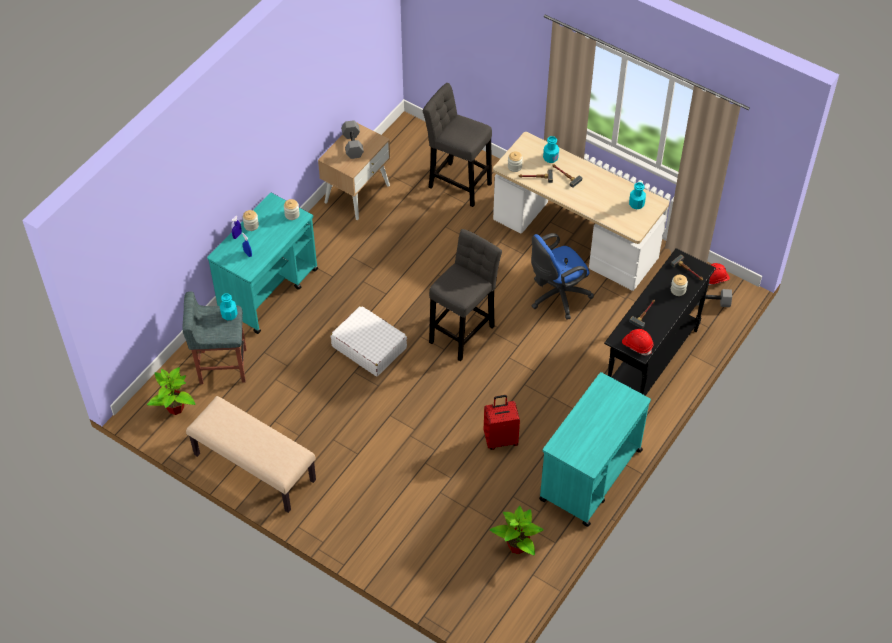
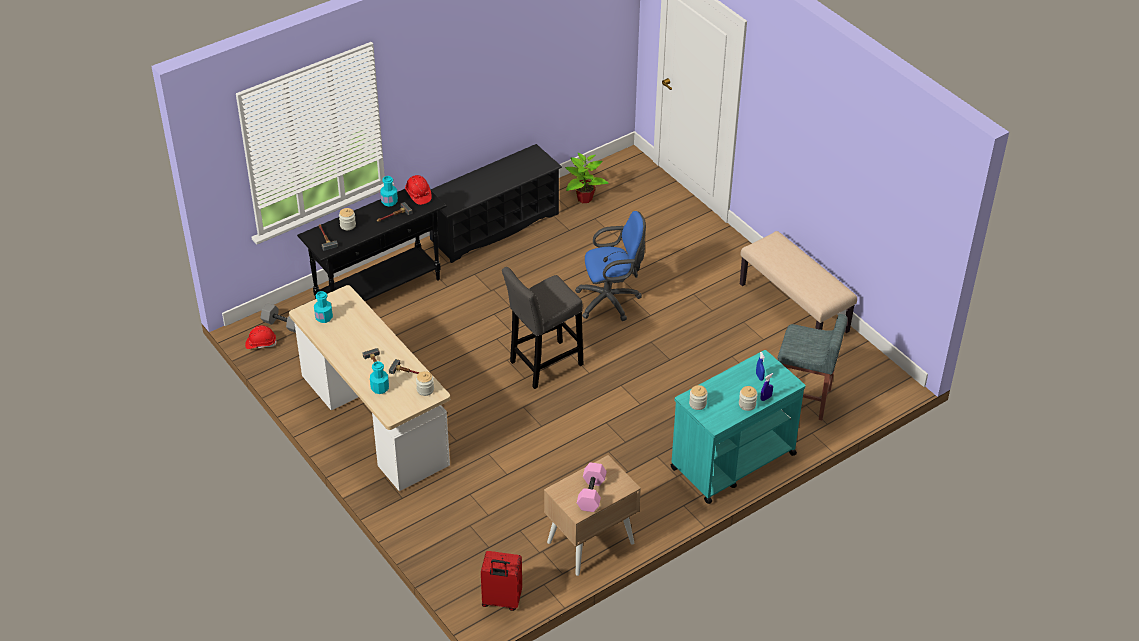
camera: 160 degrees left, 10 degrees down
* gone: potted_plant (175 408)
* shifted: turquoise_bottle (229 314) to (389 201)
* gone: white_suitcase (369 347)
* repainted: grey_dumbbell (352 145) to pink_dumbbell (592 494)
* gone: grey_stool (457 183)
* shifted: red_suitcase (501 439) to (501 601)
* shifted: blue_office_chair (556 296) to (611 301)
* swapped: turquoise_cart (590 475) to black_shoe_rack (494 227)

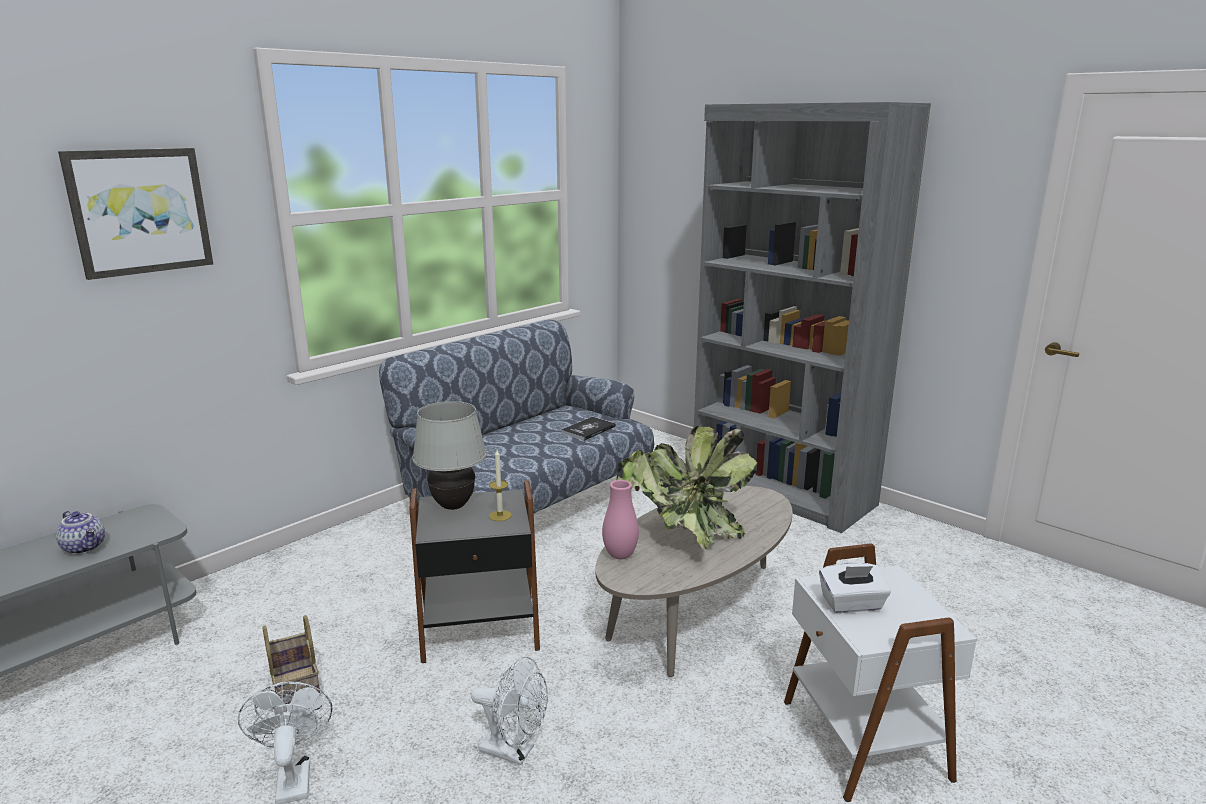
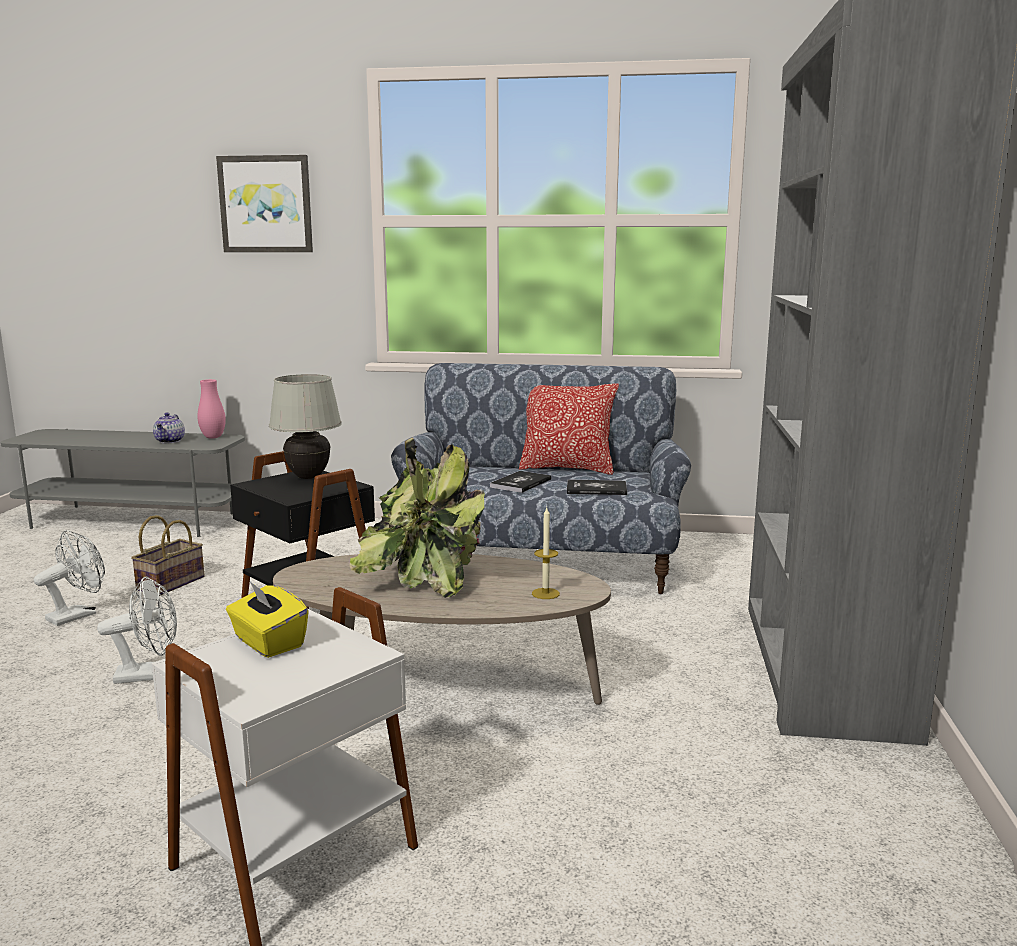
camera: 55 degrees right, 5 degrees down
* rotated: white_fan (514 751) = (149 675) 90 degrees counterclockwise
* shifted: candle (500 515) to (545 593)
* shifted: pink_vase (620 555) to (213 437)
* repainted: white_tissue_box (852 604) to yellow_tissue_box (268 643)
* new: book (521 483)
* new: pillow (567 469)

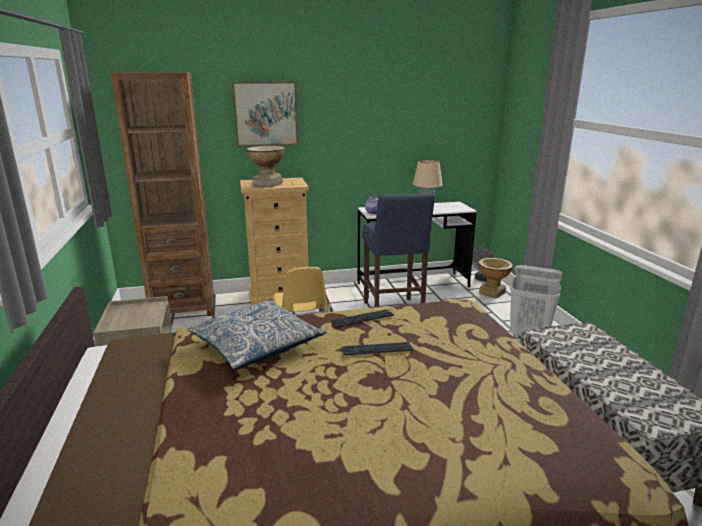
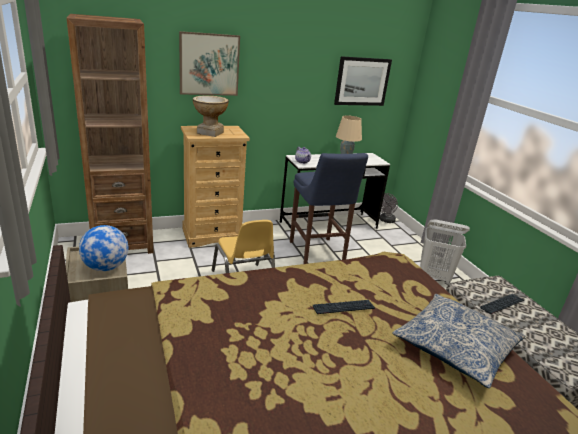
camera: 10 degrees left, 5 degrees up
* shifted: pillow (256 345) to (455 347)
* shifted: keyboard (362 319) to (502 304)
* gone: vase (492 293)
* new: globe (106 267)
* new: picture (362 81)

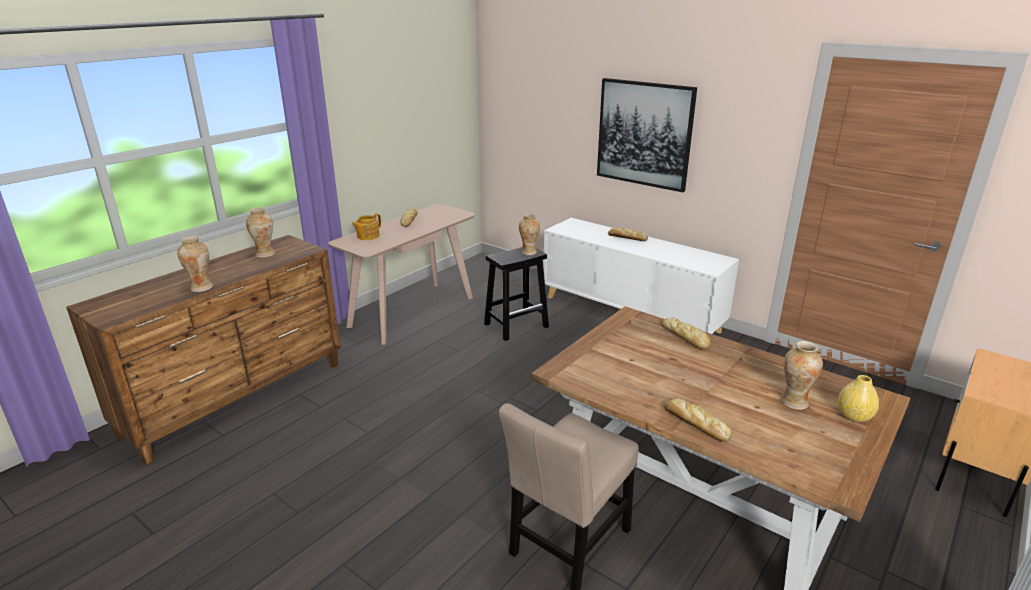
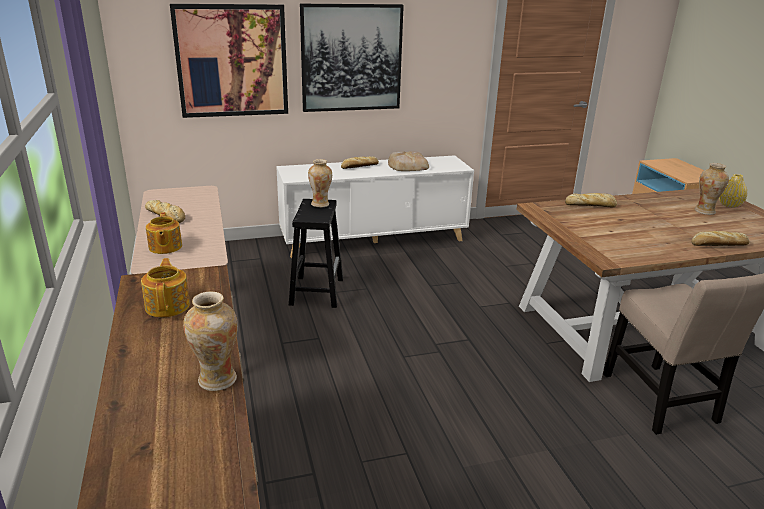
camera: 55 degrees left, 0 degrees up
* swapped: vase (265 254) to teapot (168 305)
* new: picture (232 61)
* new: bread (407 165)

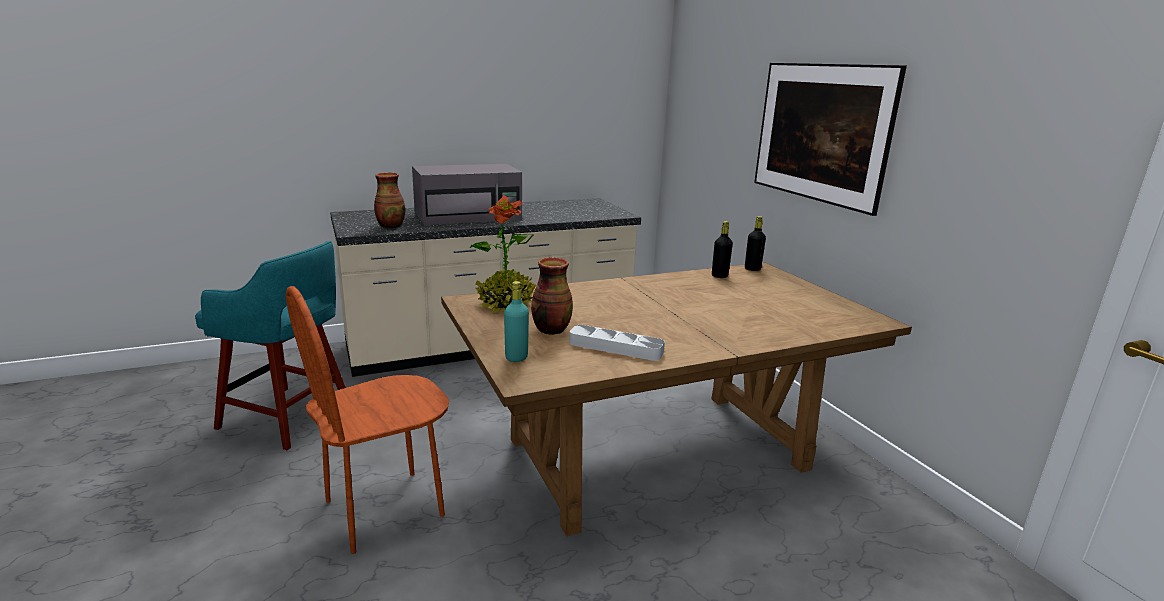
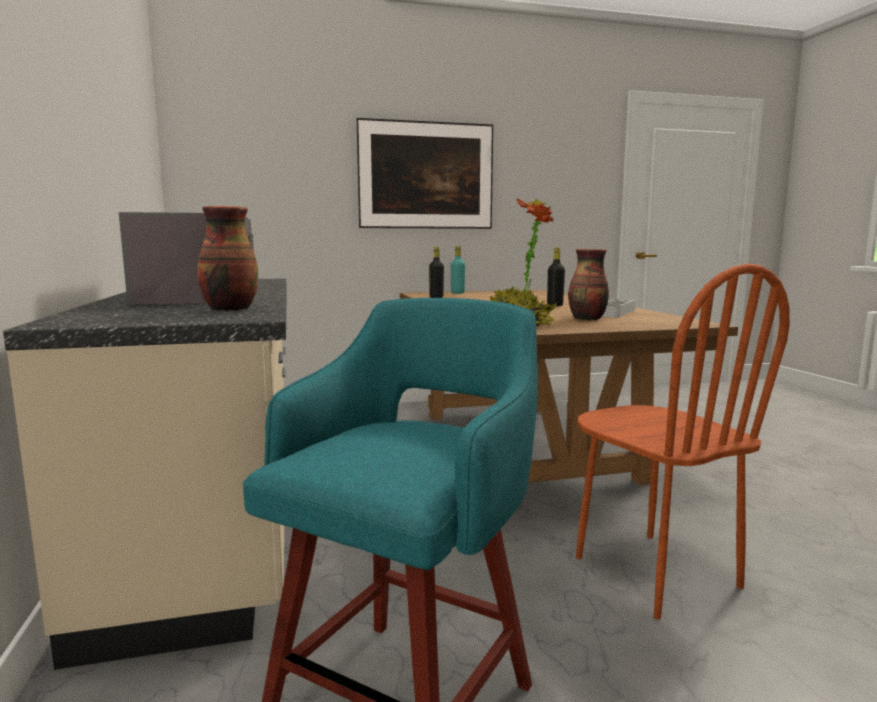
camera: 80 degrees left, 10 degrees down
* shifted: turquoise_bottle (516 357) to (457 293)
* shifted: black_bottle (752 269) to (555 305)

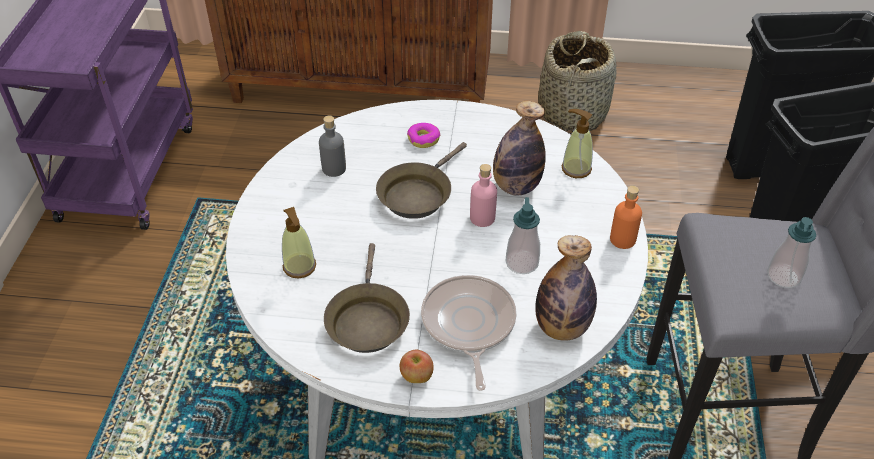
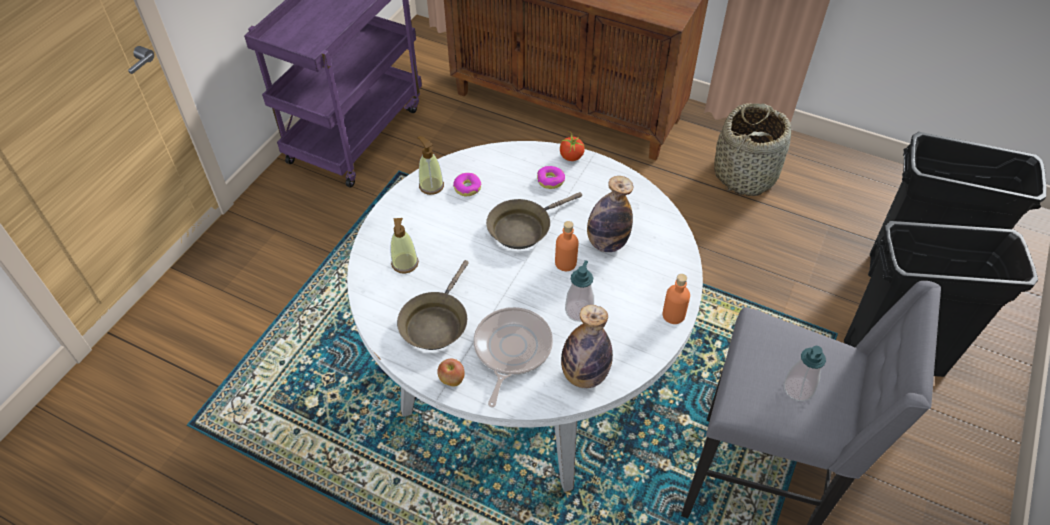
camera: 20 degrees right, 5 degrees up
* swapped: grey_bottle (334 168) to donut (467 188)
* repainted: pink_bottle (482 218) to orange_bottle (565 263)
* shifted: soap_dispenser (576 168) to (431 186)
* new: tomato (571 156)

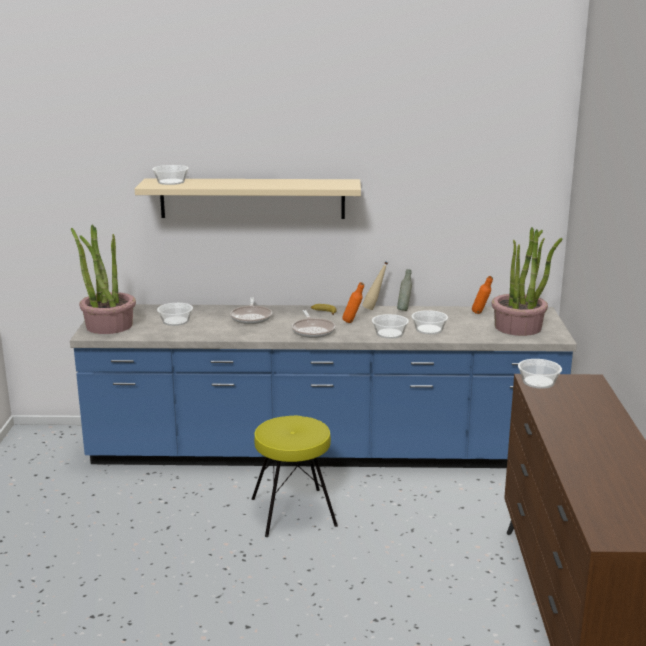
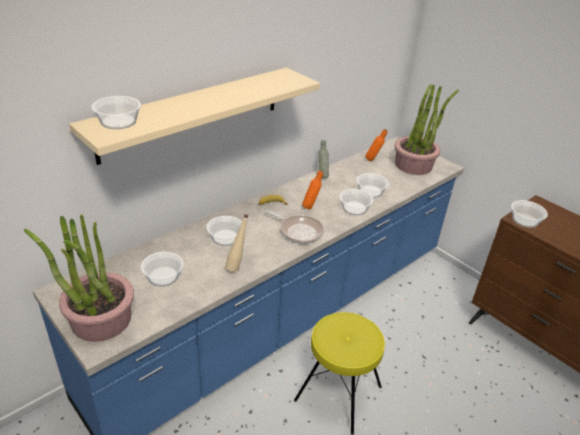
camera: 45 degrees left, 15 degrees up
* swapped: frying_pan (251 317) to bowl (225 237)
* shifted: beige_bottle (374 308) to (237 265)

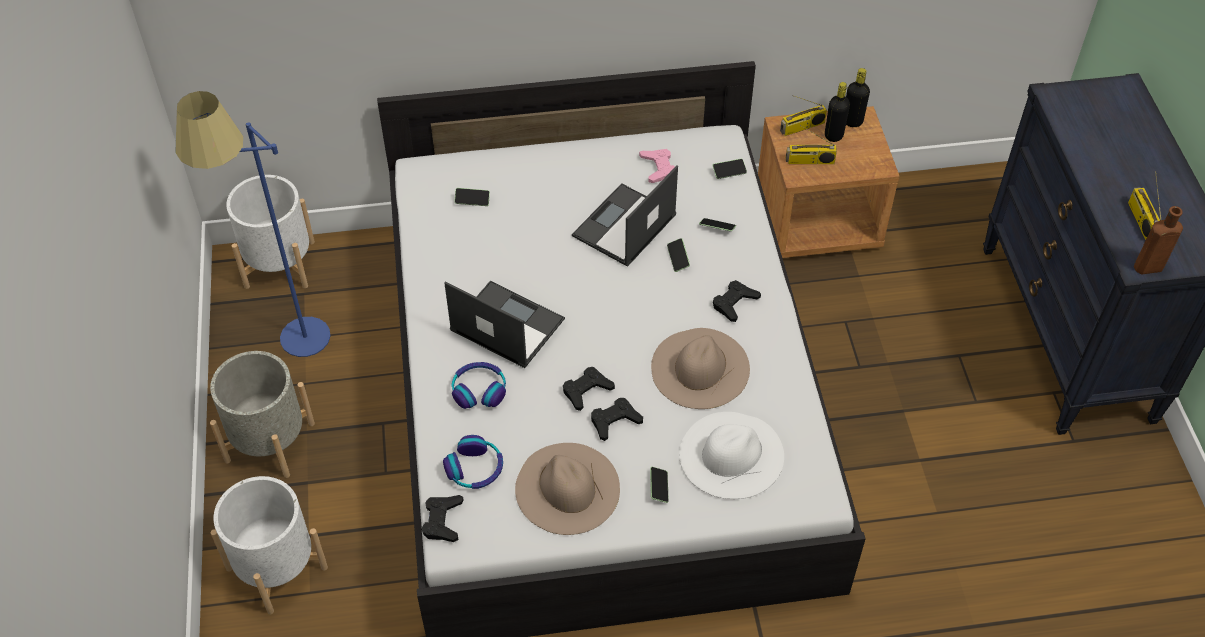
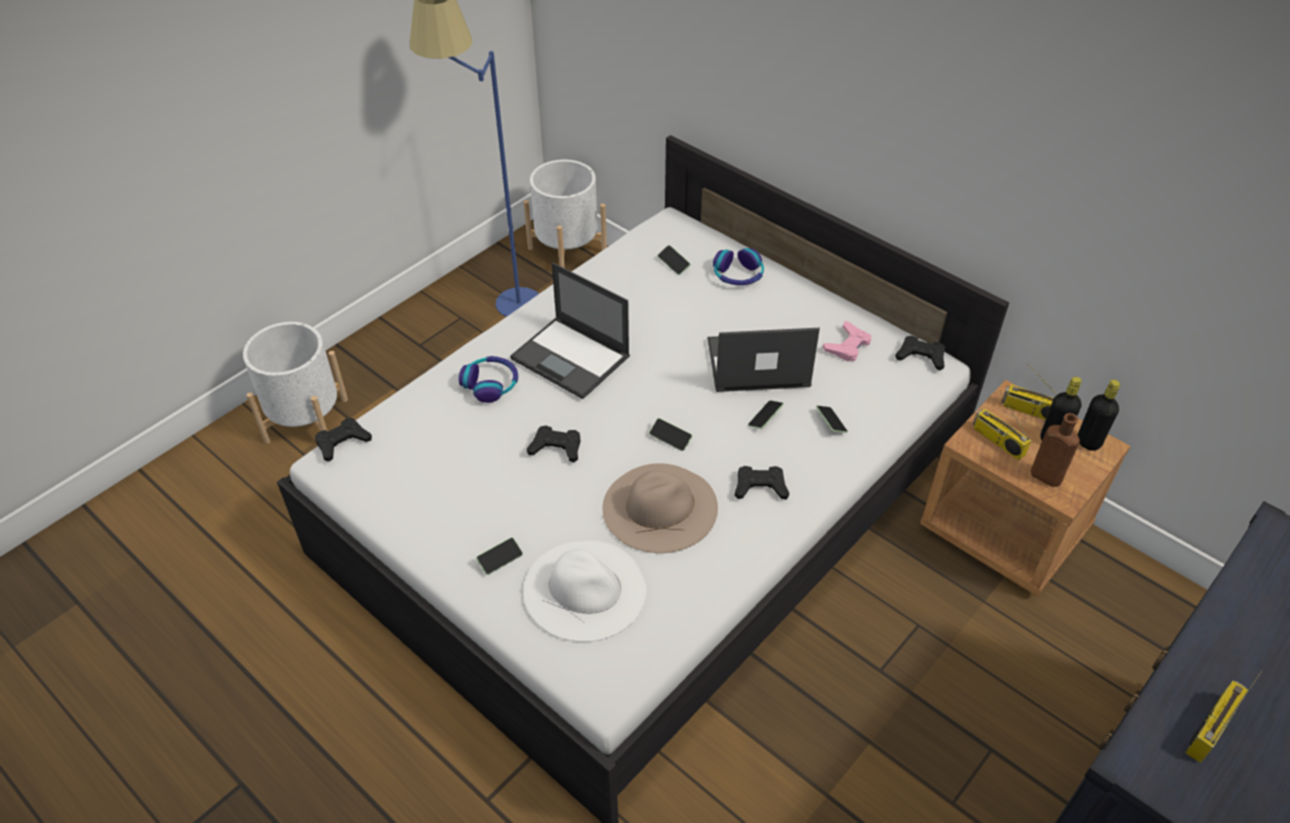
camera: 50 degrees right, 5 degrees down
* gone: grey_planter (270 442)
* shifted: headphones (475 469) to (738 275)
* rotated: laptop (505 324) = (571 358) 135 degrees clockwise
* gone: beige_hat (567 488)
* shifted: black_game_controller (615 421) to (921 356)
* shifted: phone (729 172) to (670 438)
* shifted: brown_bottle (1146 267) to (1043 475)

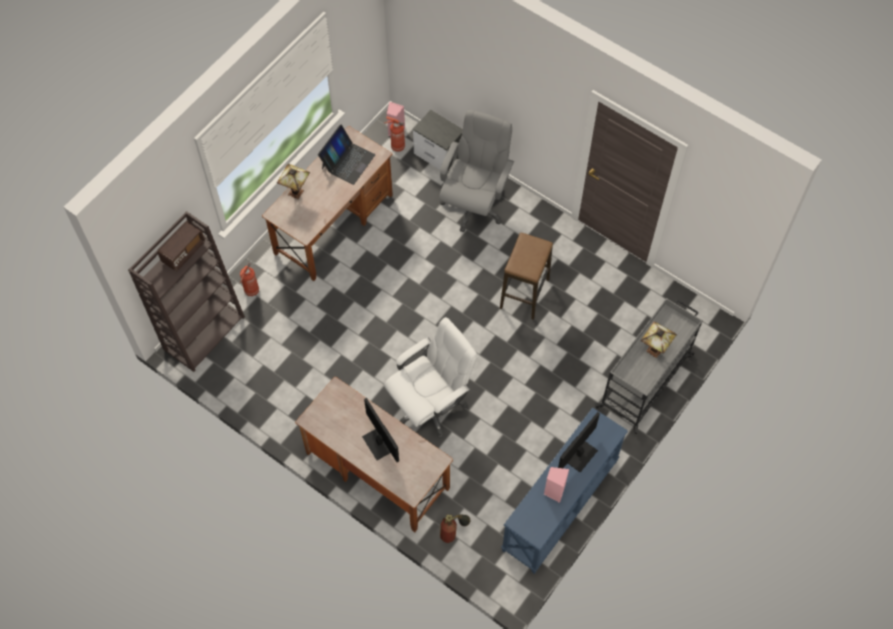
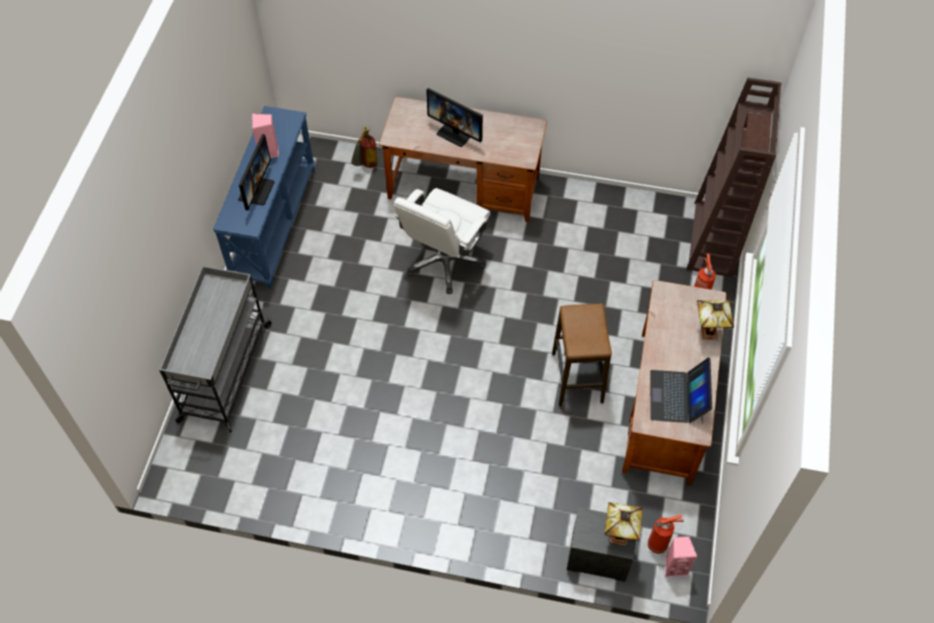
camera: 155 degrees right, 5 degrees down
* gone: grey_office_chair (474 204)
* shifted: stool (524 294) to (577 377)
* shifted: table_lamp (654 351) to (618 535)

